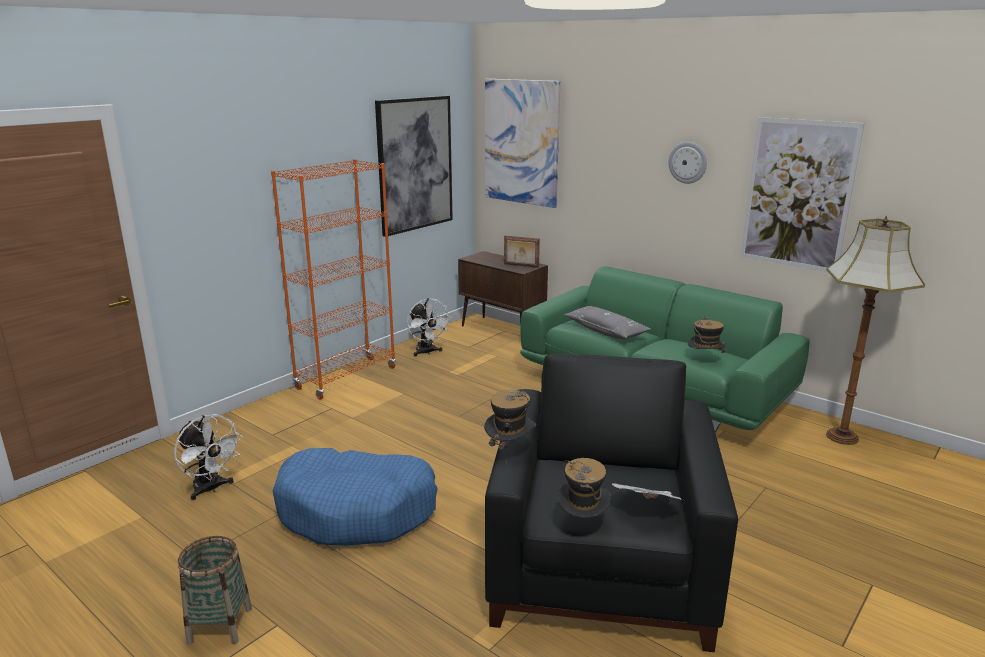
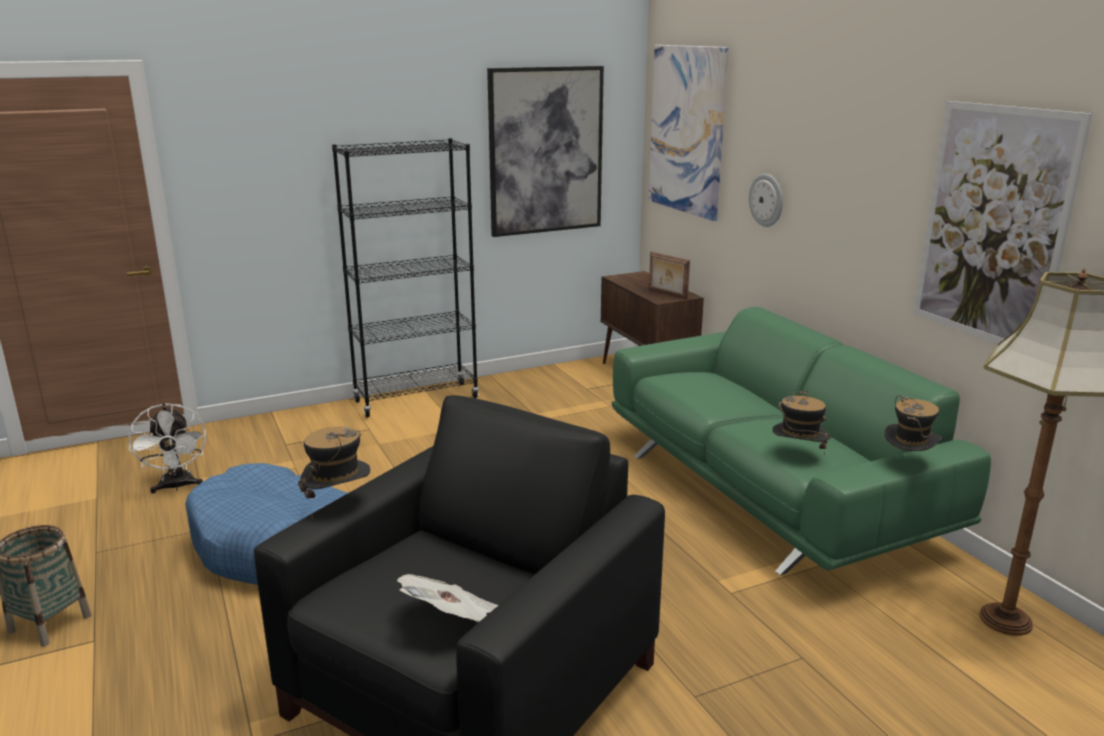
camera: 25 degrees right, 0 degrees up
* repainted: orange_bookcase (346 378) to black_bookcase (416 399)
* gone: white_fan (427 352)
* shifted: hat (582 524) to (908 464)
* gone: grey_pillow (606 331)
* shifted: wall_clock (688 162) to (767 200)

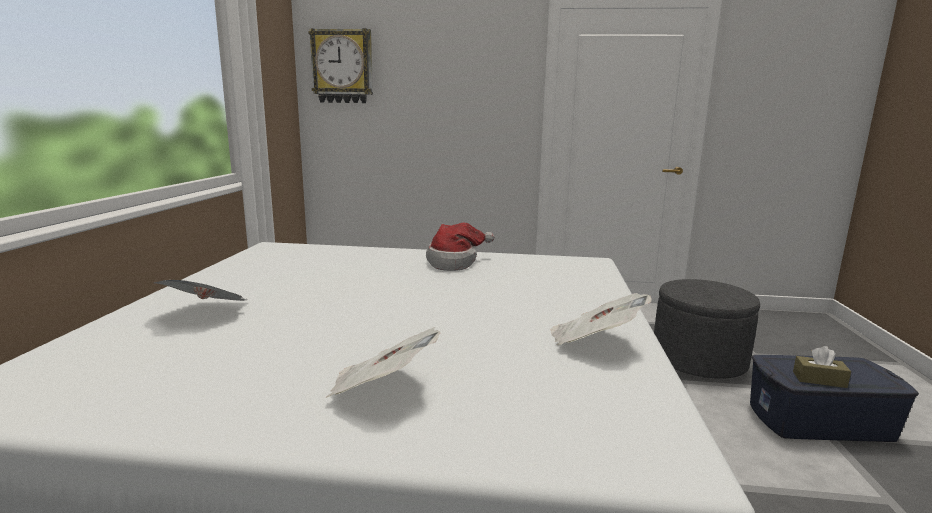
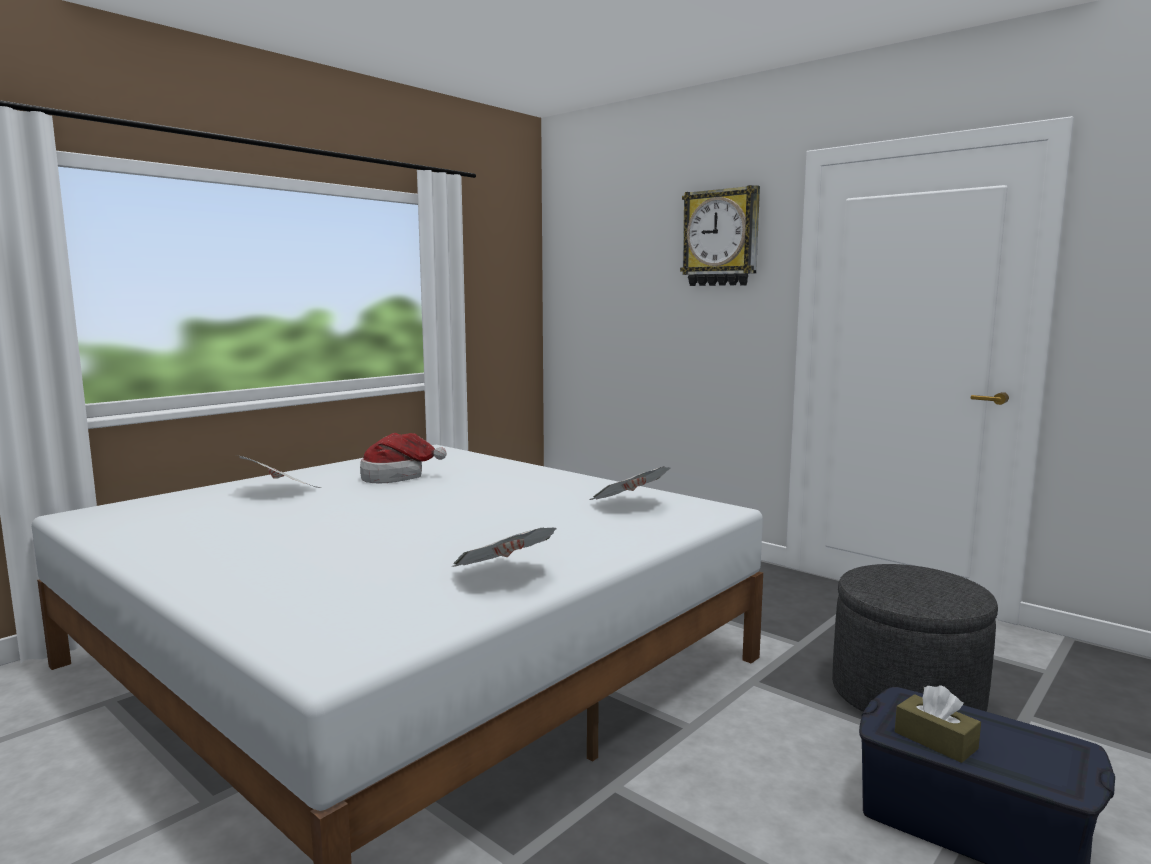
camera: 35 degrees right, 5 degrees down
* shifted: wall_clock (342 66) to (721 238)
* shifted: newspaper (382 389) to (629 505)
* shifted: hat (455 262) to (397 477)

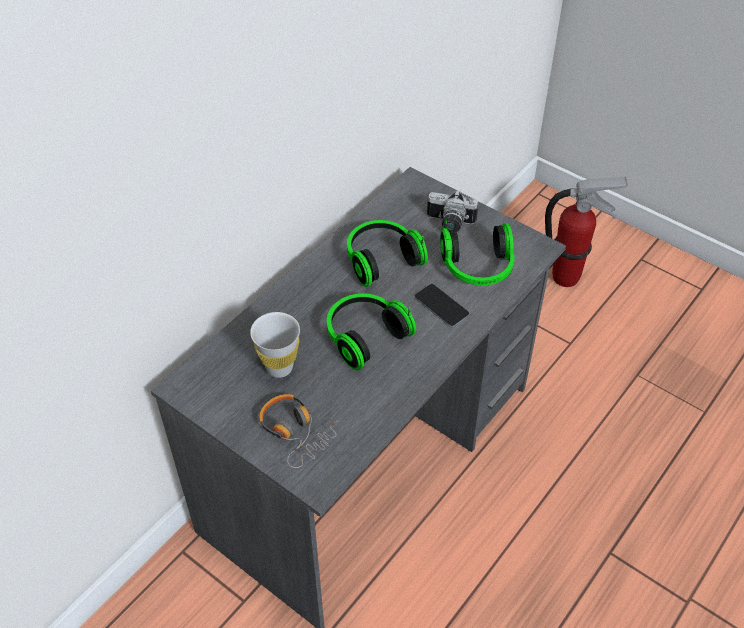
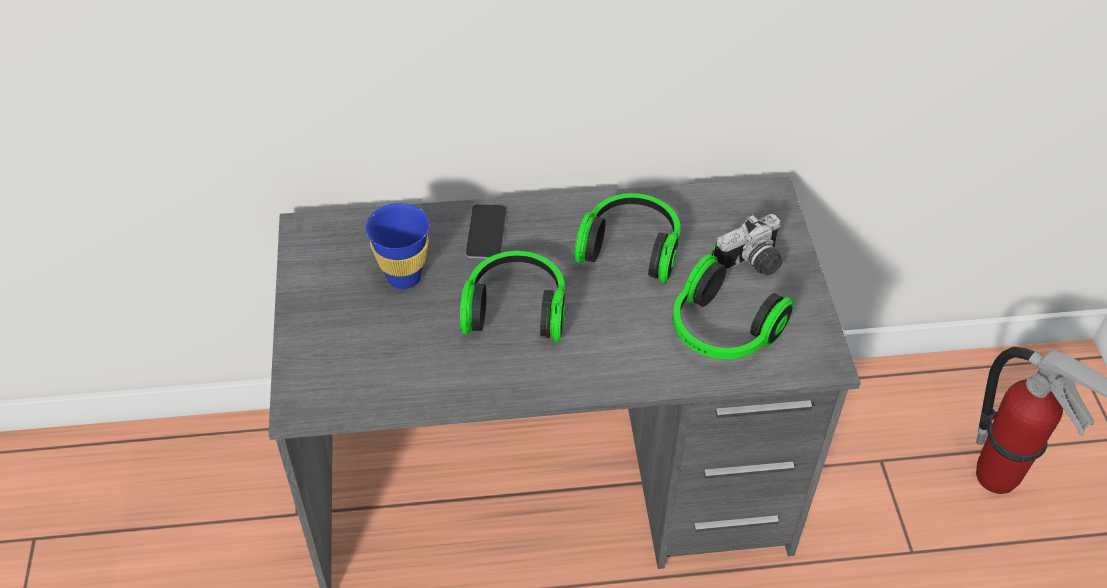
camera: 45 degrees right, 0 degrees up
* repainted: white_cup (279 368) to blue_cup (404 277)
* gone: headphones (296 432)
* shifted: phone (441 306) to (486 232)
* rotated: photo_camera (449 224) = (752 264) 90 degrees counterclockwise

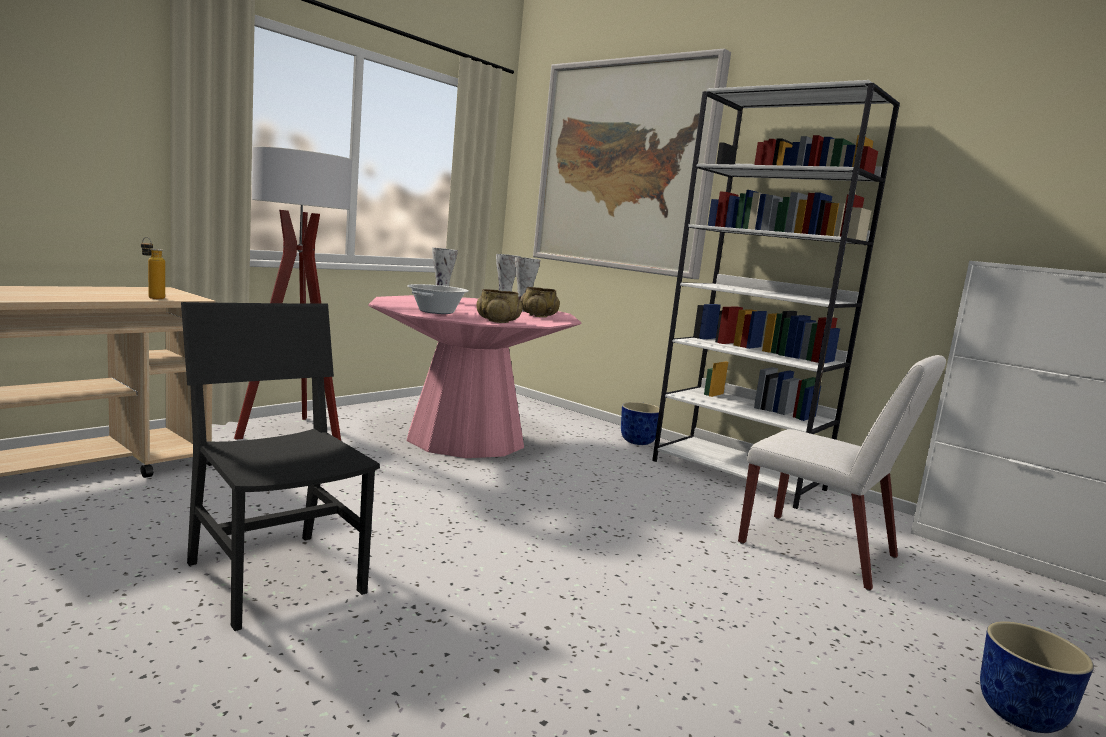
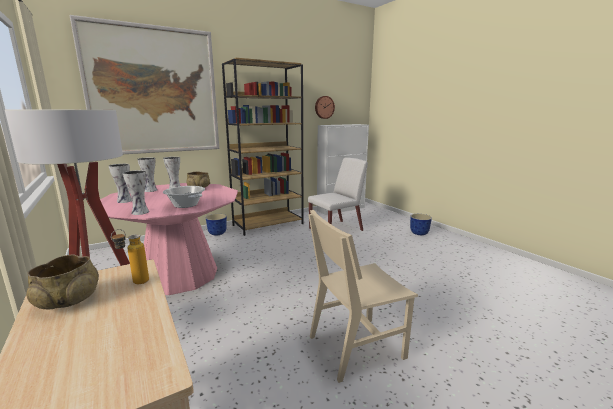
camera: 70 degrees left, 5 degrees up
* repainted: black_chair (276 577) to beige_chair (356 347)
* shifted: beige_bowl (498 321) to (68 300)
* repainted: white_bookcase (738 475) to brown_bookcase (268 224)
* new: vase (141 212)
* new: wall_clock (324 107)

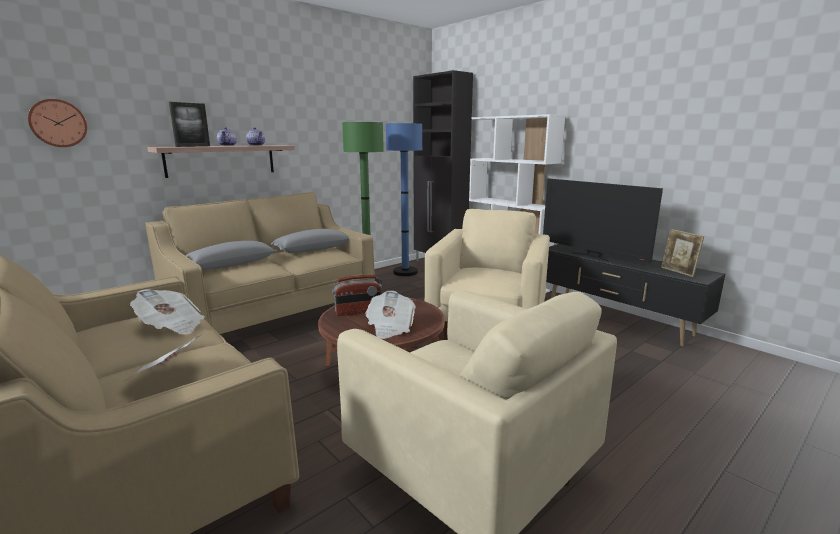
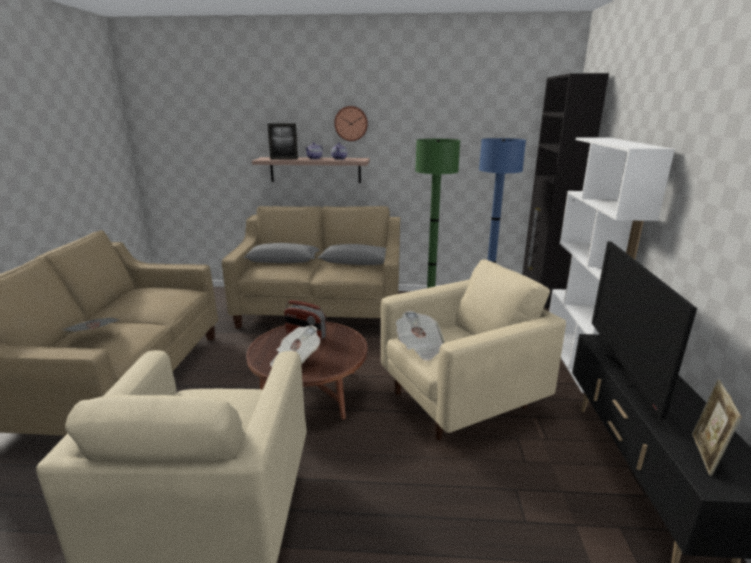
camera: 45 degrees right, 5 degrees up
* shifted: wall_clock (58 123) to (351 123)
* shifted: newspaper (171 326) to (420 347)

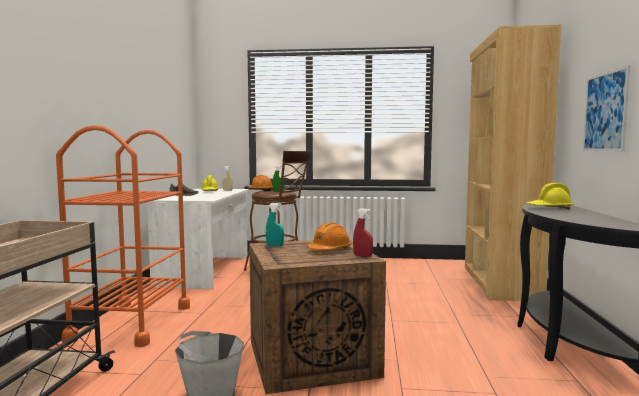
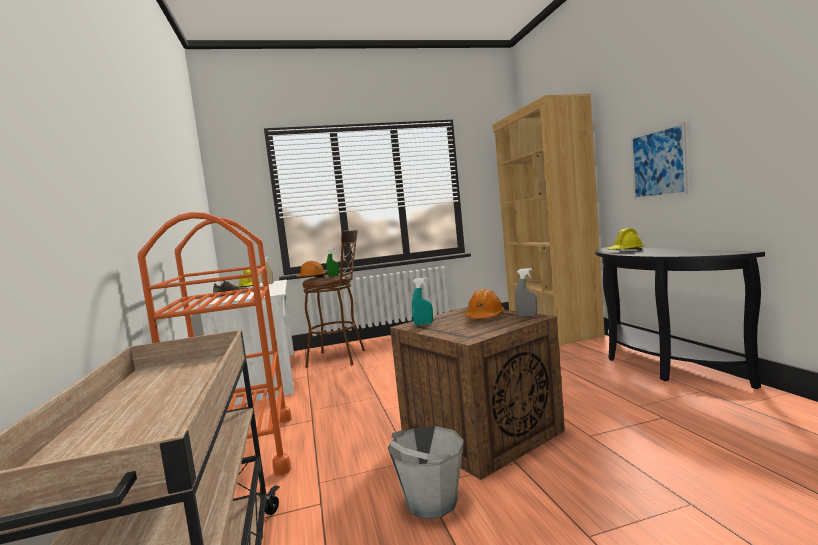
camera: 20 degrees left, 0 degrees up
* repainted: red_spray_bottle (362 256) to grey_spray_bottle (527 316)

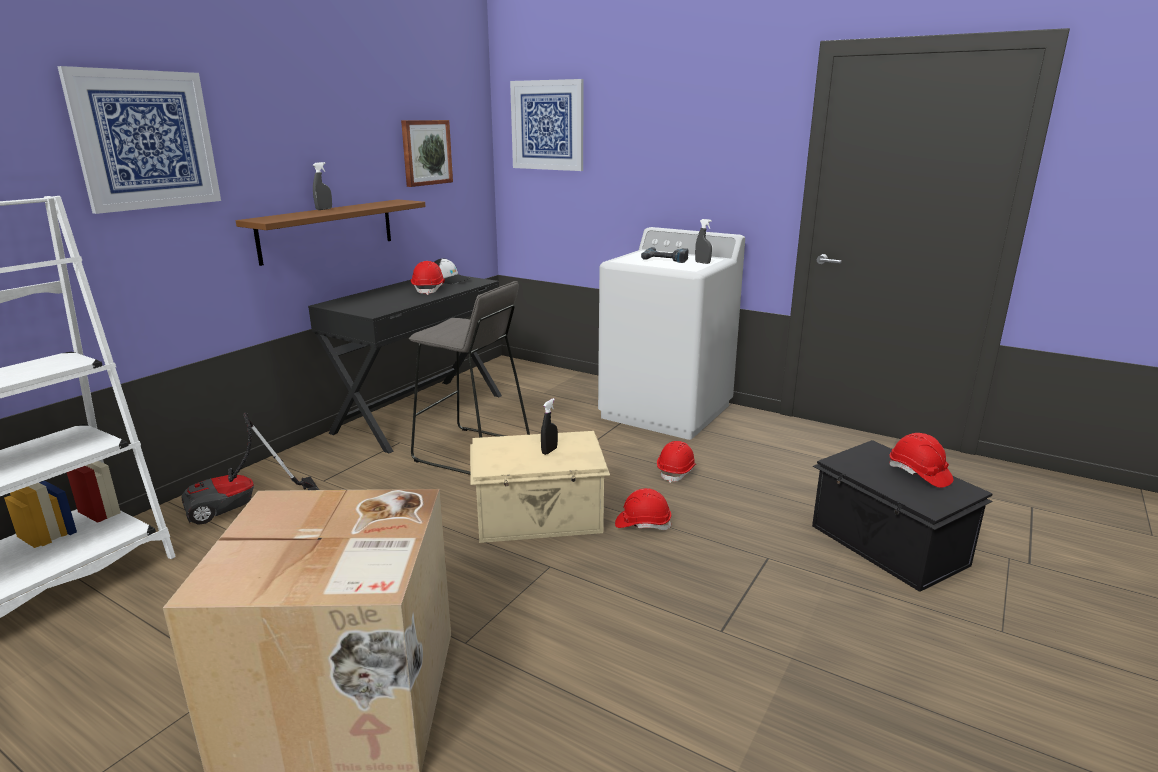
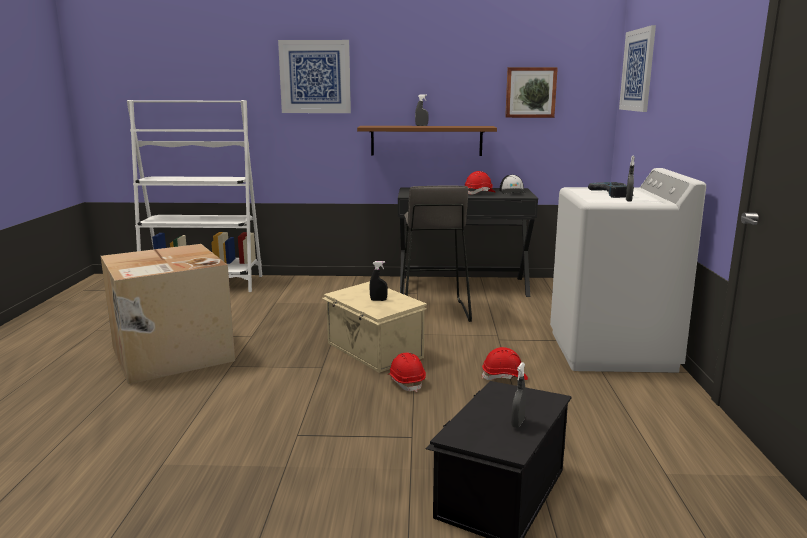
camera: 60 degrees right, 5 degrees down
* gone: vacuum_cleaner (242 507)
* swapped: red_hard_hat (918 474) to grey_spray_bottle (517 423)

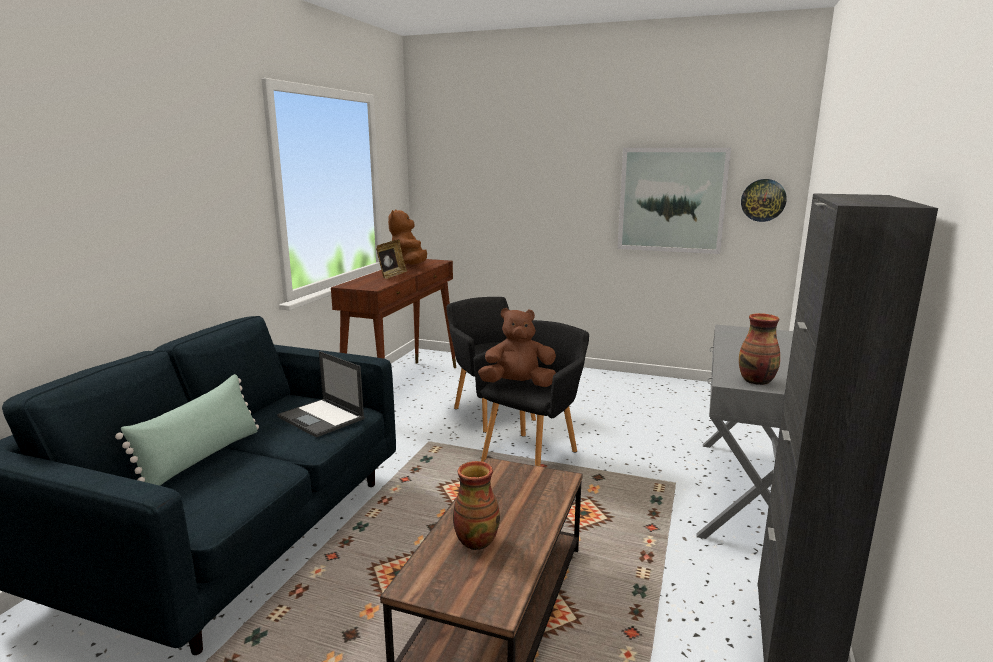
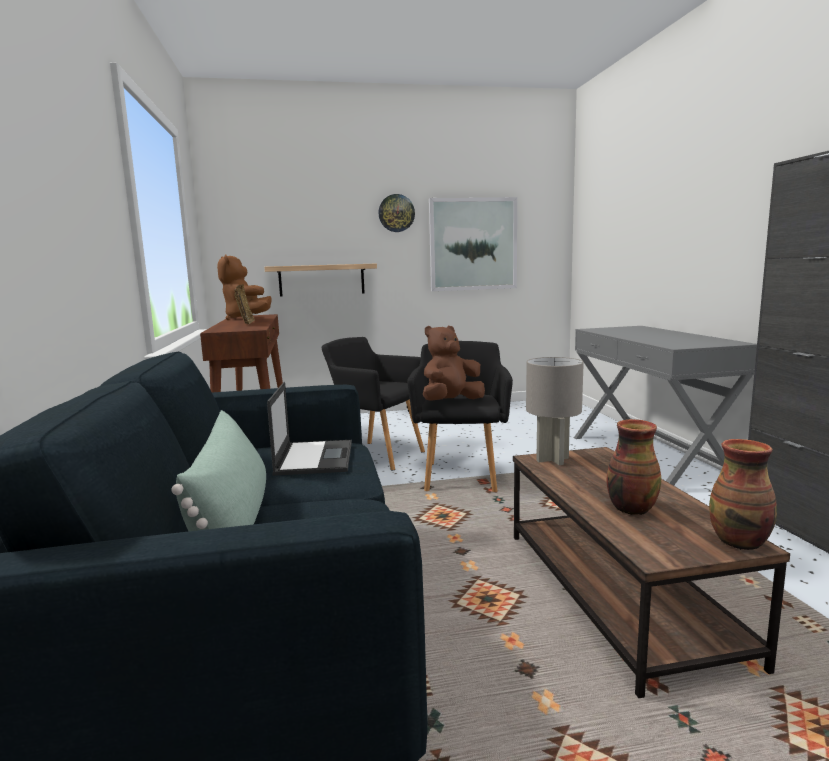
camera: 30 degrees left, 5 degrees down
* rotated: laptop (322 418) = (314 457) 105 degrees counterclockwise
* shifted: vase (757 381) to (740 542)
* shifted: wall_clock (763 200) to (396 213)
* new: shelf (321 280)
* new: grey_table_lamp (551 459)

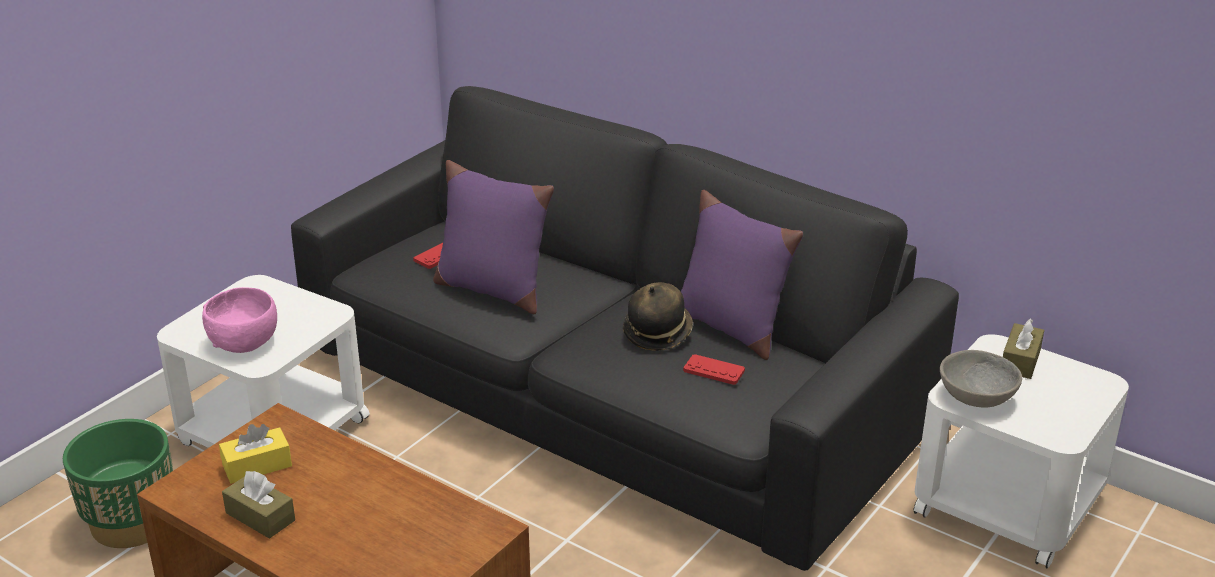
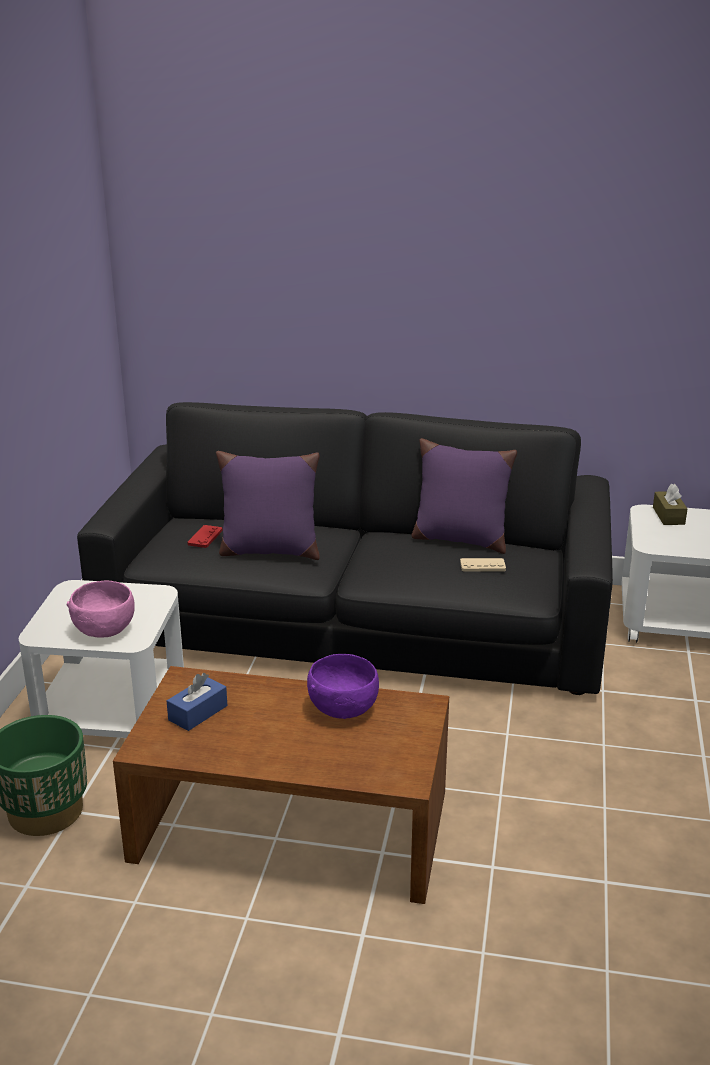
camera: 25 degrees left, 5 degrees down
* repainted: yellow_tissue_box (257 466) to blue_tissue_box (198 713)
* gone: brown_tissue_box (260 516)
* gone: hat (657 332)
* repainted: red_game_controller (714 371) to beige_game_controller (482 566)
* gone: grey_bowl (978 397)
* new: purple_bowl (342 708)

